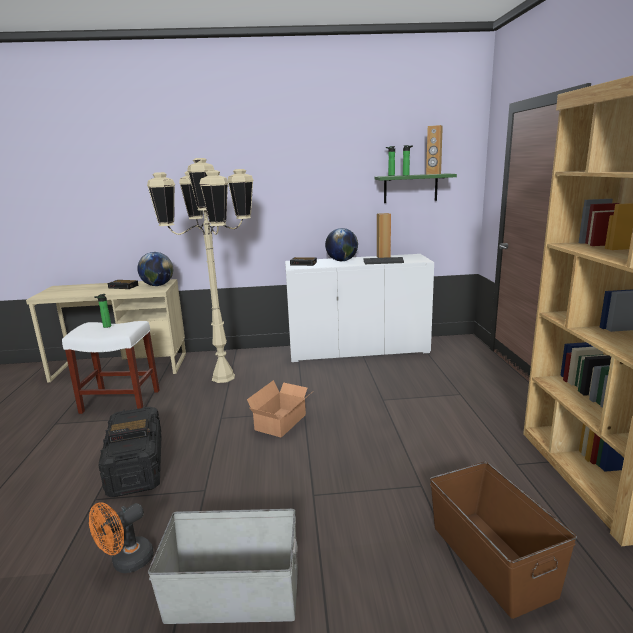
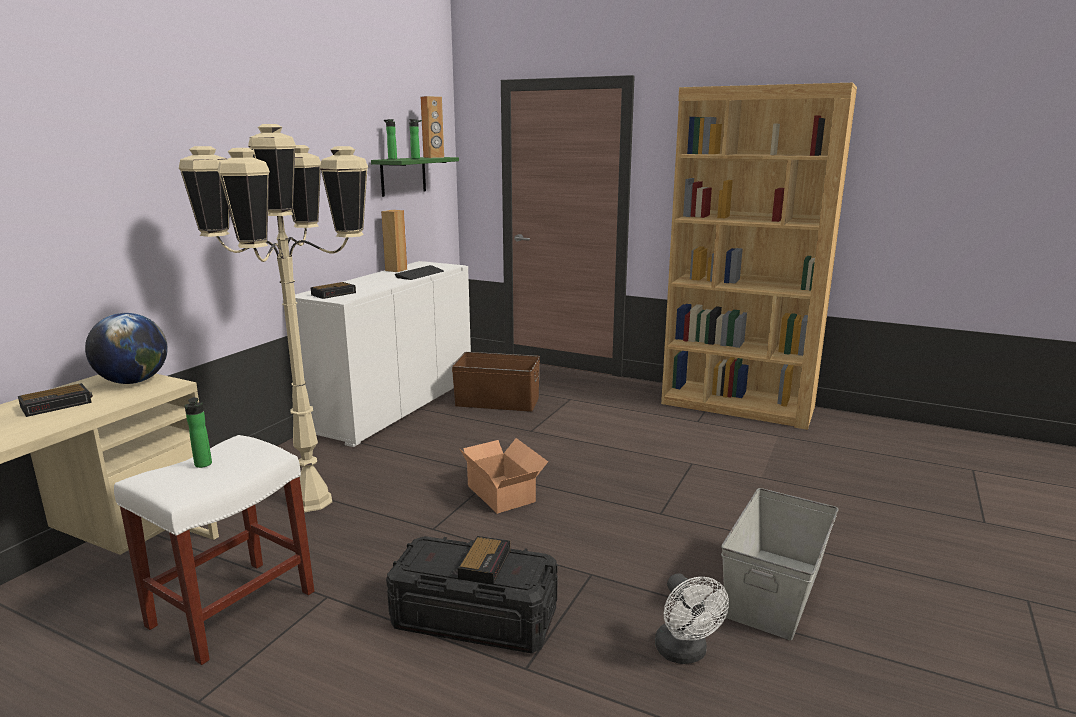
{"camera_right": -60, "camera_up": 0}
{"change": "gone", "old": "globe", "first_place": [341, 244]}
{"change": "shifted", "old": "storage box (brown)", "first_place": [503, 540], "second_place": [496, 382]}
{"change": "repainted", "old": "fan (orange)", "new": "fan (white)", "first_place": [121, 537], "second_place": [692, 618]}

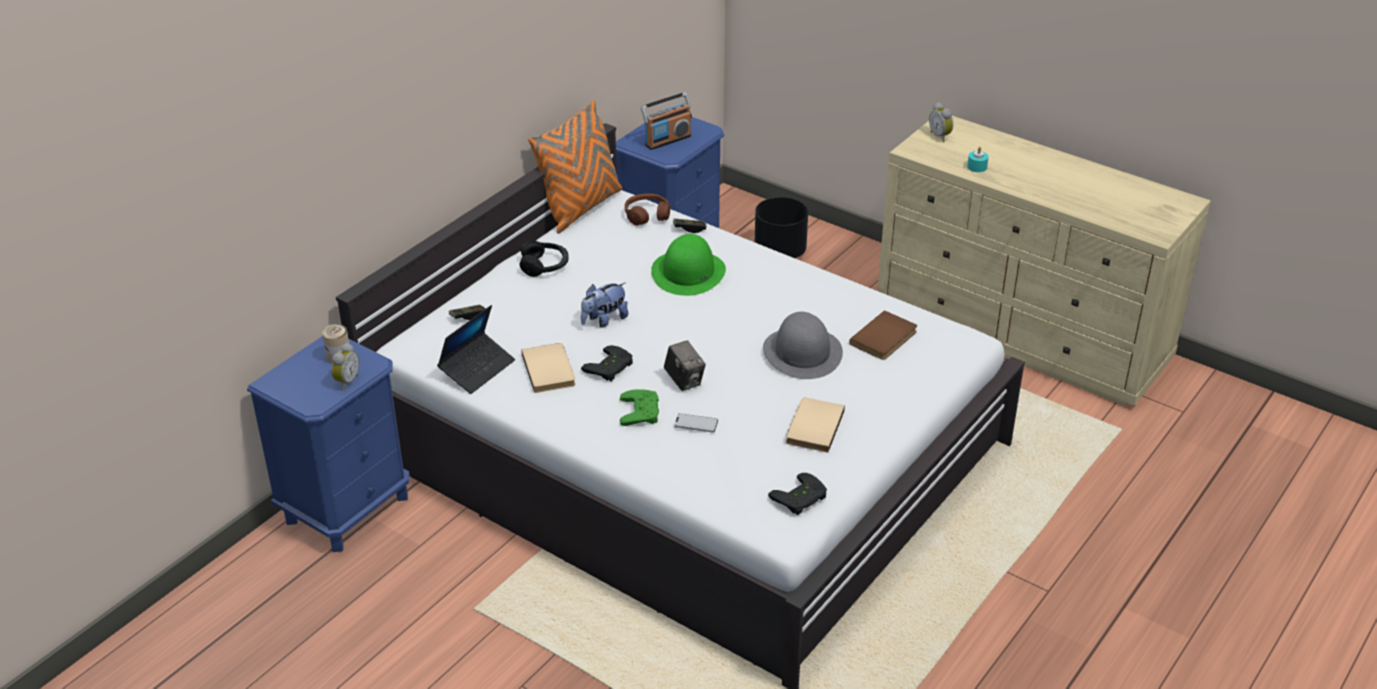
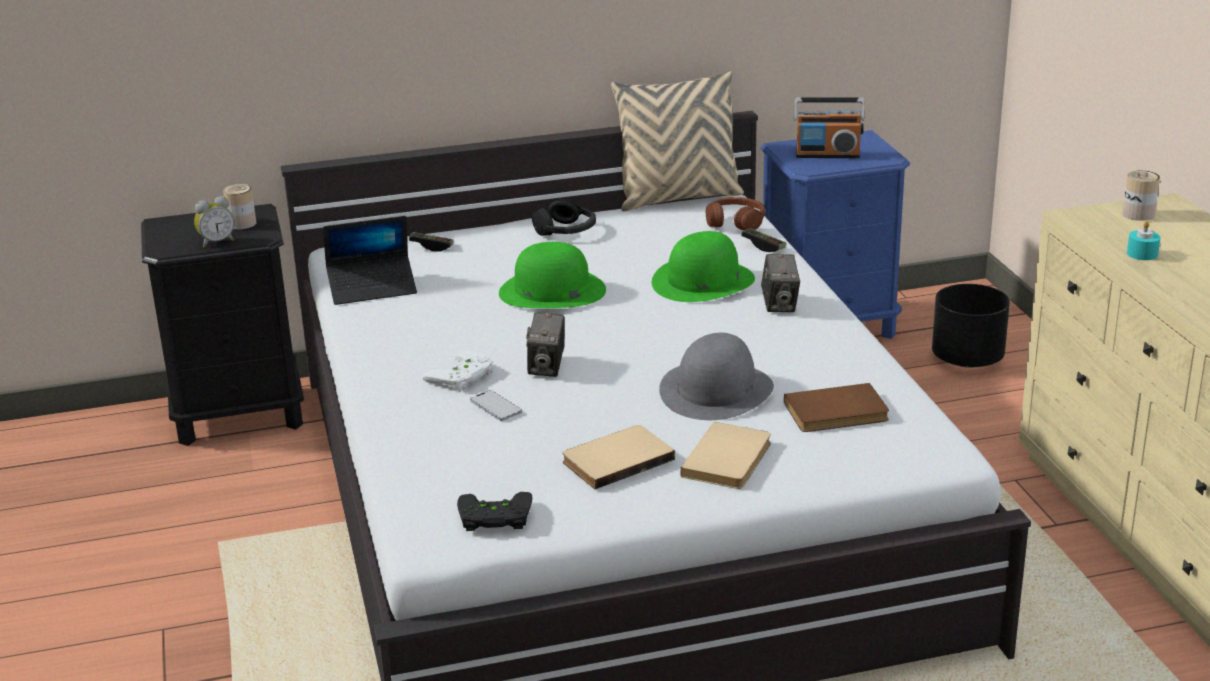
{"camera_right": 40, "camera_up": -10}
{"change": "repainted", "old": "pillow (orange)", "new": "pillow (beige)", "first_place": [575, 167], "second_place": [677, 141]}
{"change": "swapped", "old": "alarm clock", "new": "can", "first_place": [941, 122], "second_place": [1141, 195]}
{"change": "swapped", "old": "plush toy", "new": "hat (green)", "first_place": [604, 305], "second_place": [552, 275]}
{"change": "repainted", "old": "nightstand (blue)", "new": "nightstand (black)", "first_place": [328, 444], "second_place": [222, 325]}
{"change": "shifted", "old": "book (beige)", "first_place": [548, 368], "second_place": [725, 455]}
{"change": "gone", "old": "game controller (black)", "first_place": [607, 363]}
{"change": "repainted", "old": "game controller (green)", "new": "game controller (white)", "first_place": [639, 407], "second_place": [458, 371]}
{"change": "new", "new": "photo camera", "second_place": [780, 283]}

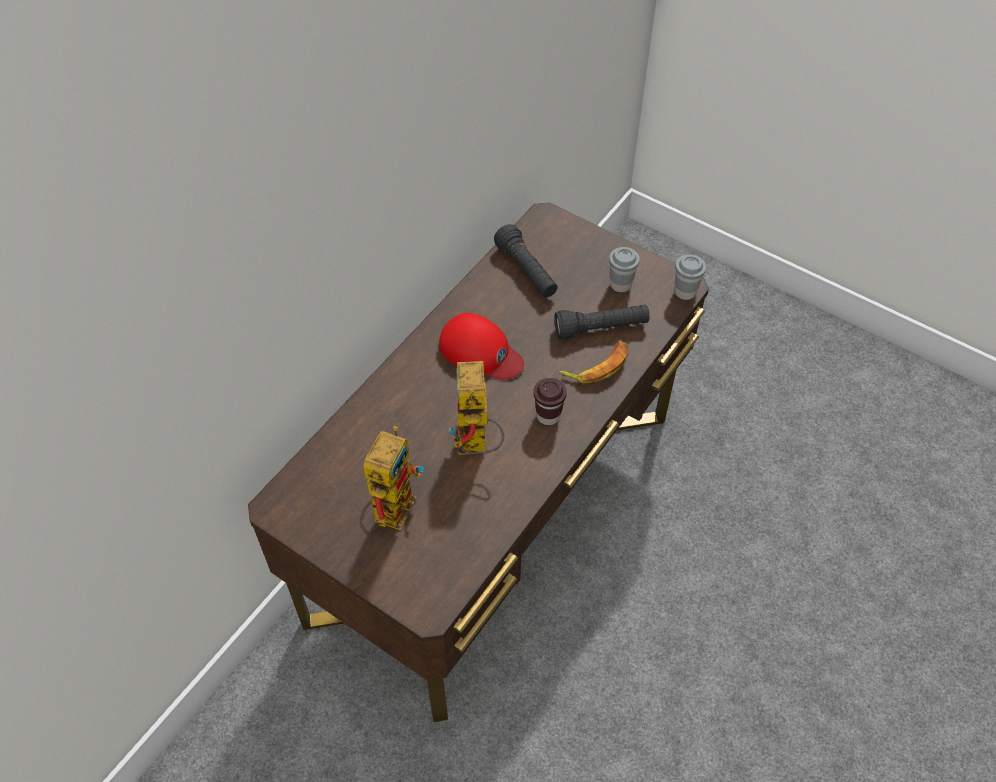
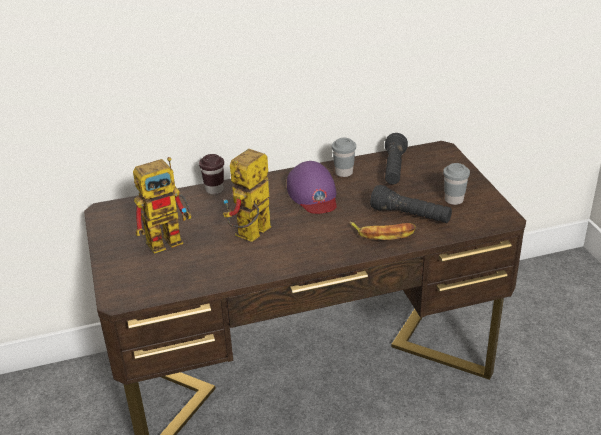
{"camera_right": 40, "camera_up": -20}
{"change": "shifted", "old": "cup (grey)", "first_place": [690, 277], "second_place": [344, 157]}
{"change": "repainted", "old": "cap (red)", "new": "cap (purple)", "first_place": [481, 346], "second_place": [312, 187]}
{"change": "shifted", "old": "cup (brown)", "first_place": [550, 401], "second_place": [211, 174]}

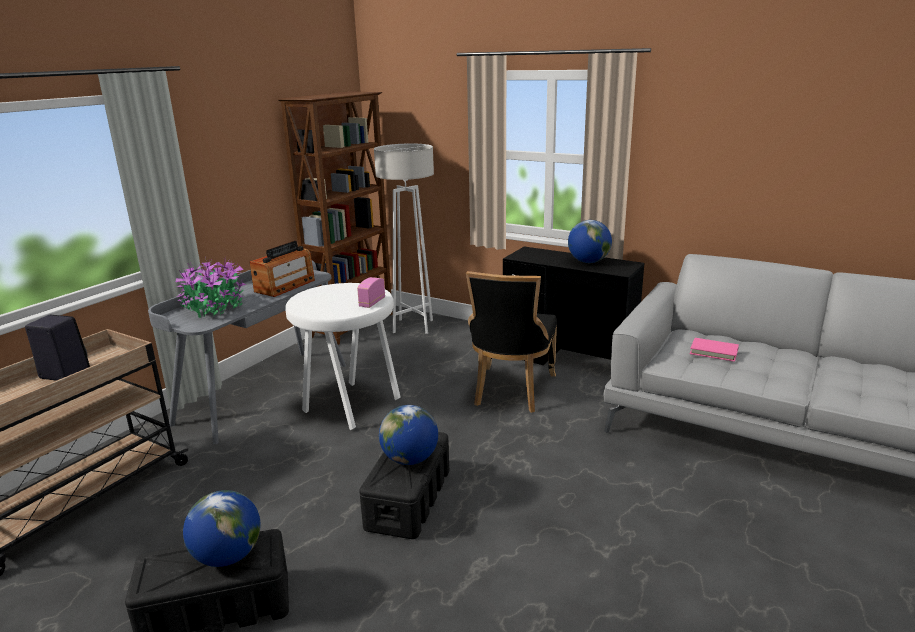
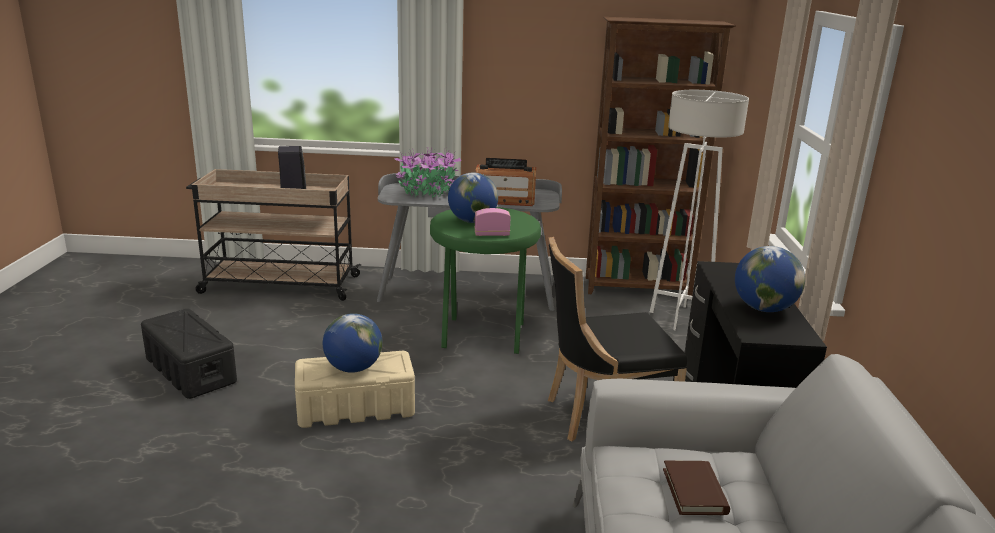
{"camera_right": 60, "camera_up": 0}
{"change": "repainted", "old": "stool (white)", "new": "stool (green)", "first_place": [343, 356], "second_place": [485, 280]}
{"change": "repainted", "old": "book (pink)", "new": "book (brown)", "first_place": [714, 350], "second_place": [696, 487]}
{"change": "repainted", "old": "storage box (black)", "new": "storage box (beige)", "first_place": [404, 485], "second_place": [355, 389]}
{"change": "shifted", "old": "globe", "first_place": [222, 528], "second_place": [473, 197]}

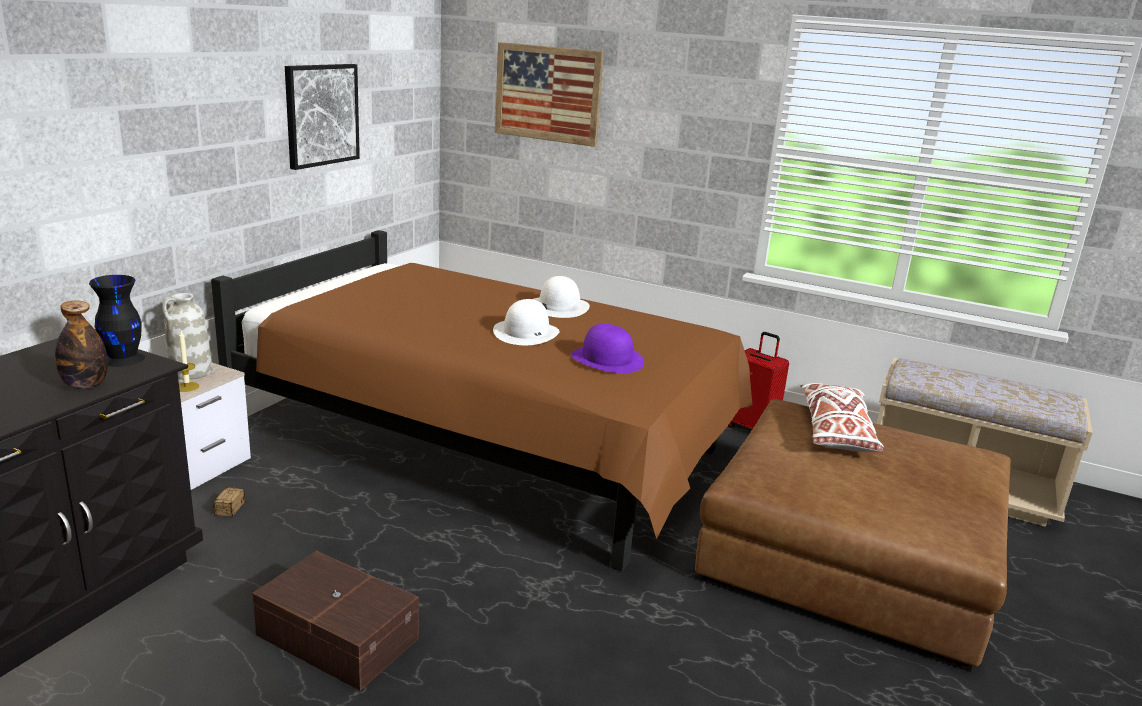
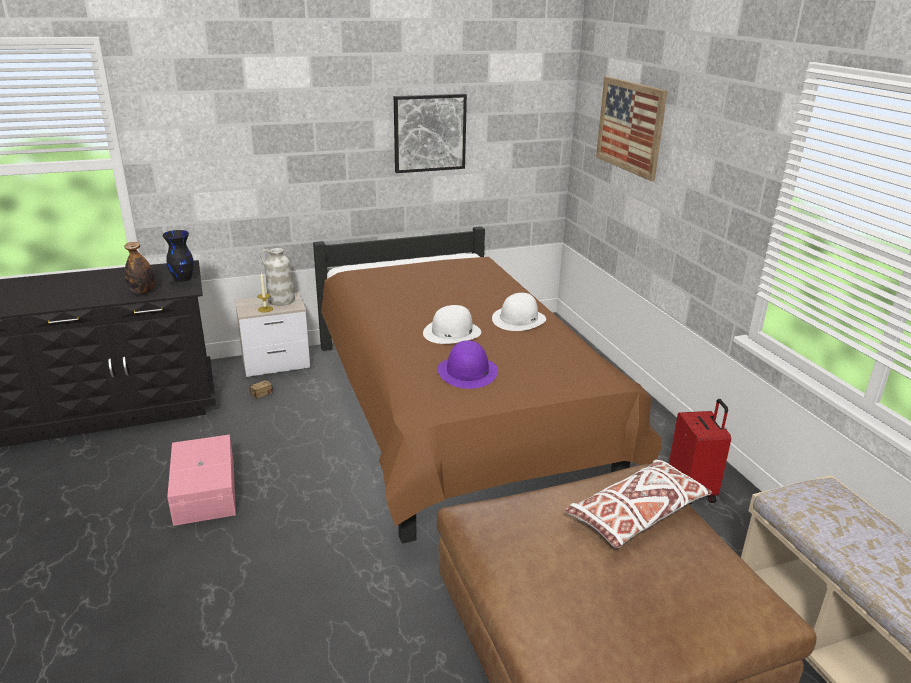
{"camera_right": 45, "camera_up": 5}
{"change": "repainted", "old": "storage box (brown)", "new": "storage box (pink)", "first_place": [335, 621], "second_place": [201, 480]}

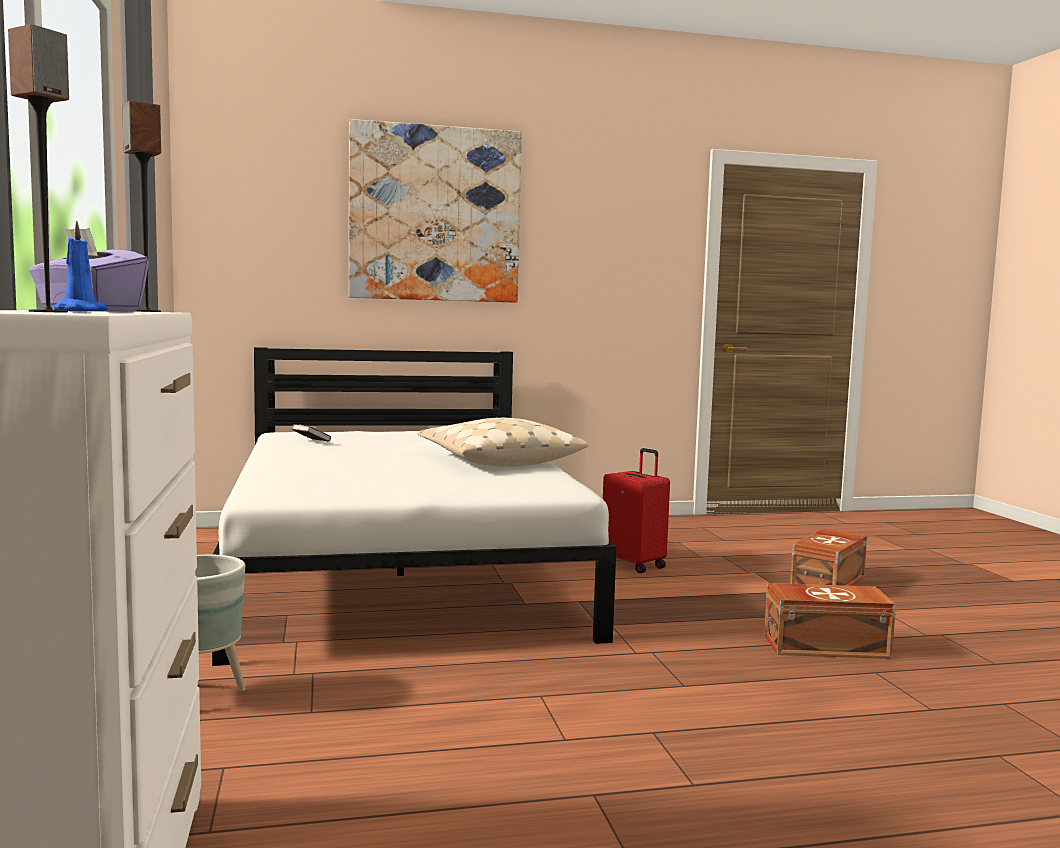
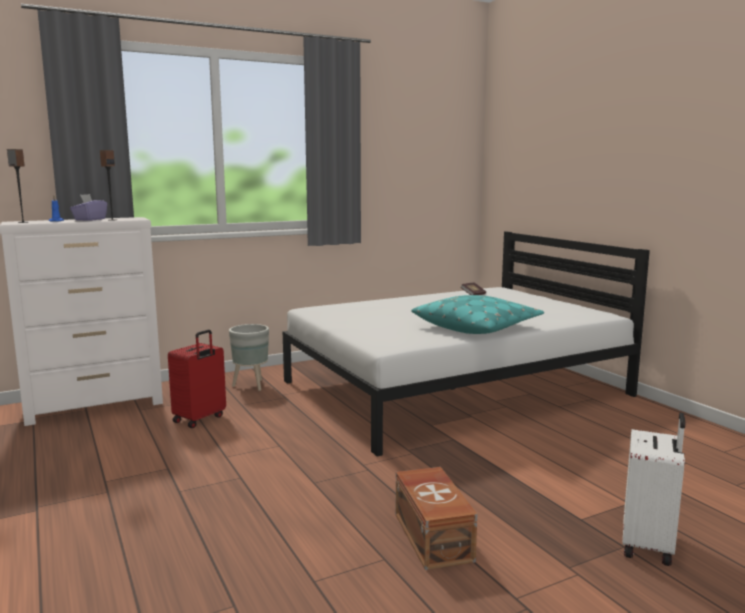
{"camera_right": 75, "camera_up": 5}
{"change": "gone", "old": "picture", "first_place": [435, 211]}
{"change": "repainted", "old": "pillow (beige)", "new": "pillow (turquoise)", "first_place": [503, 442], "second_place": [477, 314]}
{"change": "shifted", "old": "suitcase (red)", "first_place": [636, 510], "second_place": [197, 379]}
{"change": "swapped", "old": "storage box (brown)", "new": "suitcase (white)", "first_place": [828, 557], "second_place": [653, 489]}

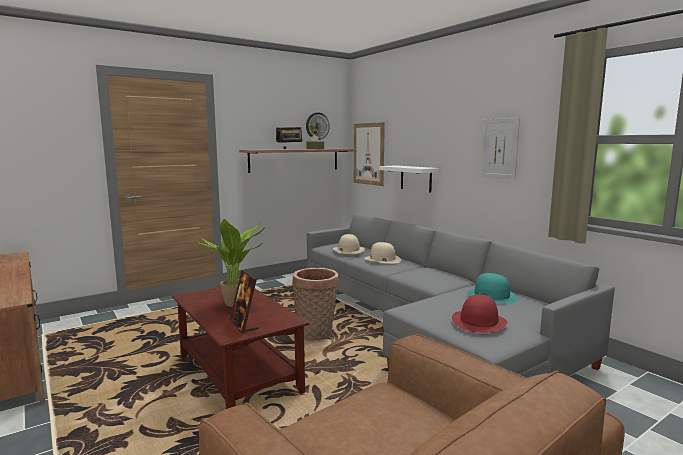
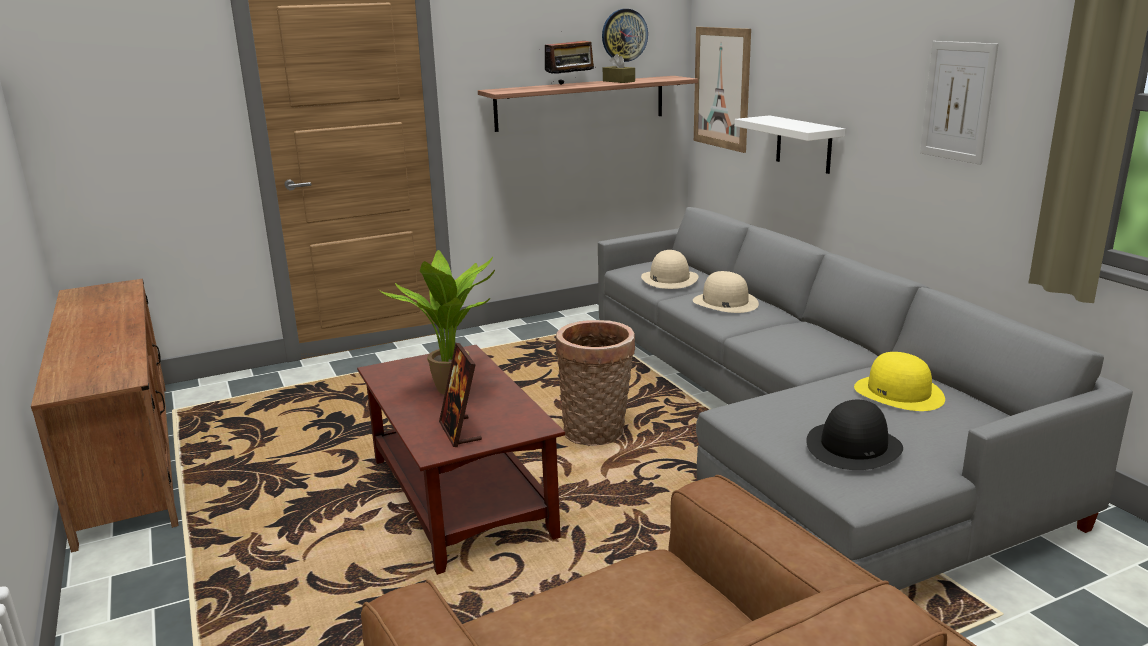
{"camera_right": 10, "camera_up": 10}
{"change": "repainted", "old": "hat (turquoise)", "new": "hat (yellow)", "first_place": [492, 288], "second_place": [899, 381]}
{"change": "repainted", "old": "hat (red)", "new": "hat (black)", "first_place": [479, 313], "second_place": [854, 435]}

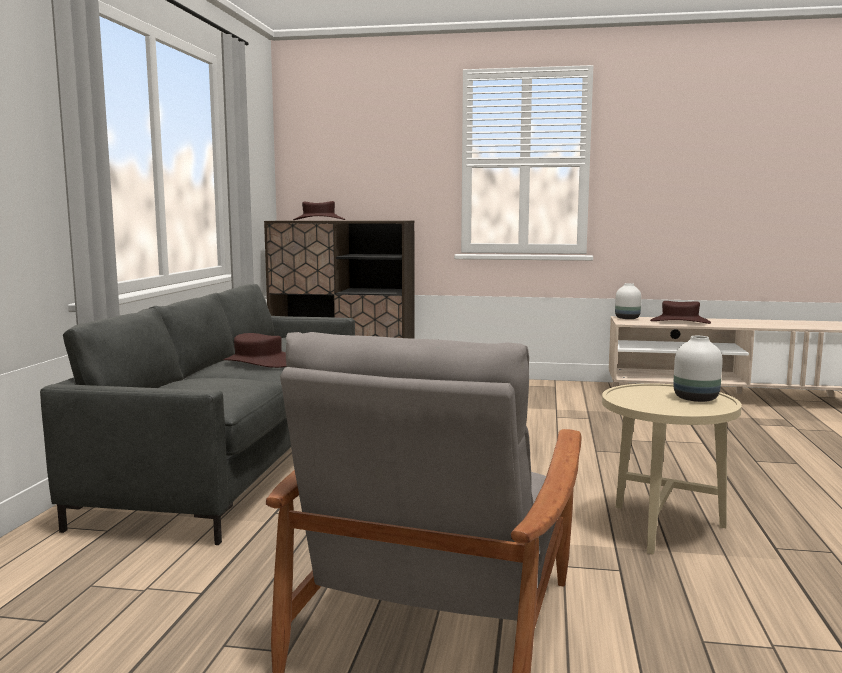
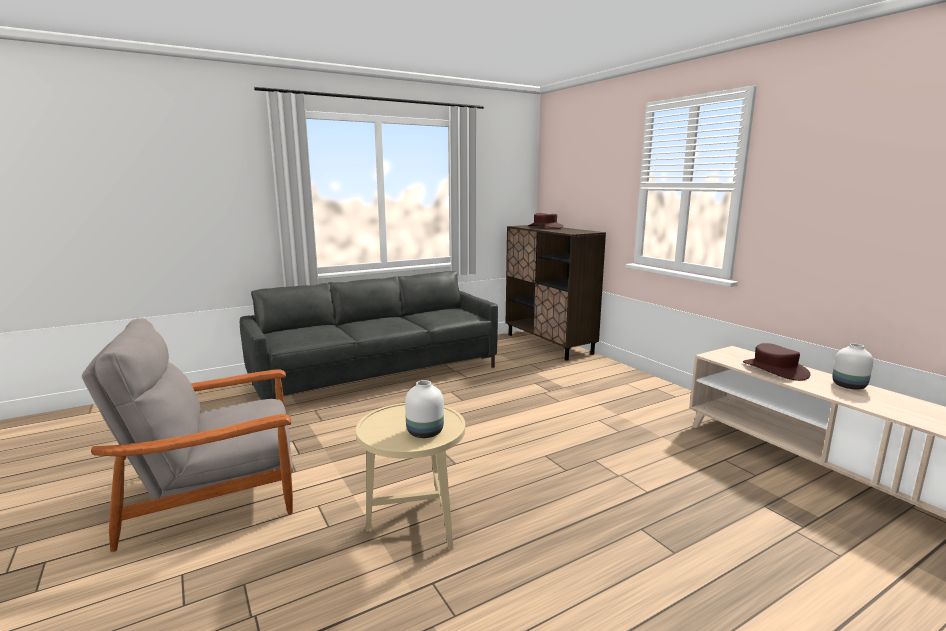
{"camera_right": 50, "camera_up": 5}
{"change": "shifted", "old": "vase (white)", "first_place": [628, 301], "second_place": [852, 367]}
{"change": "gone", "old": "hat (brown)", "first_place": [255, 350]}

